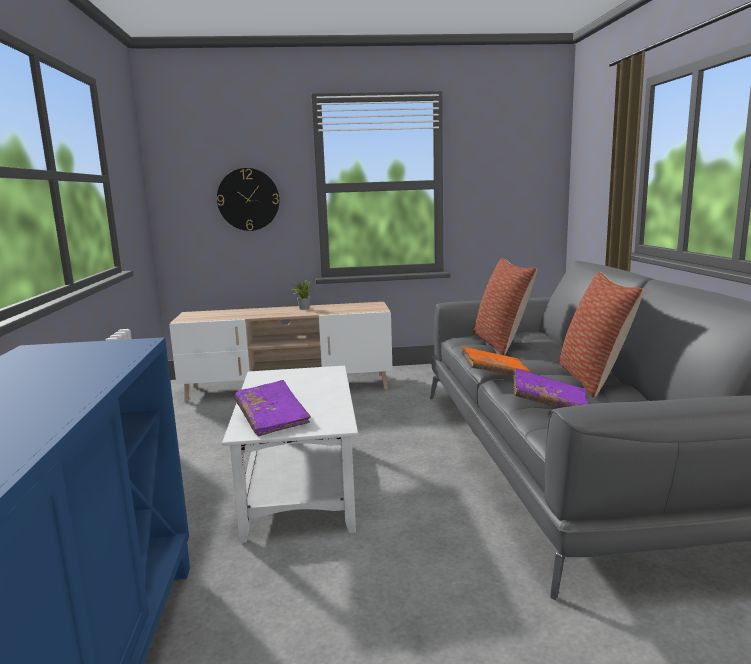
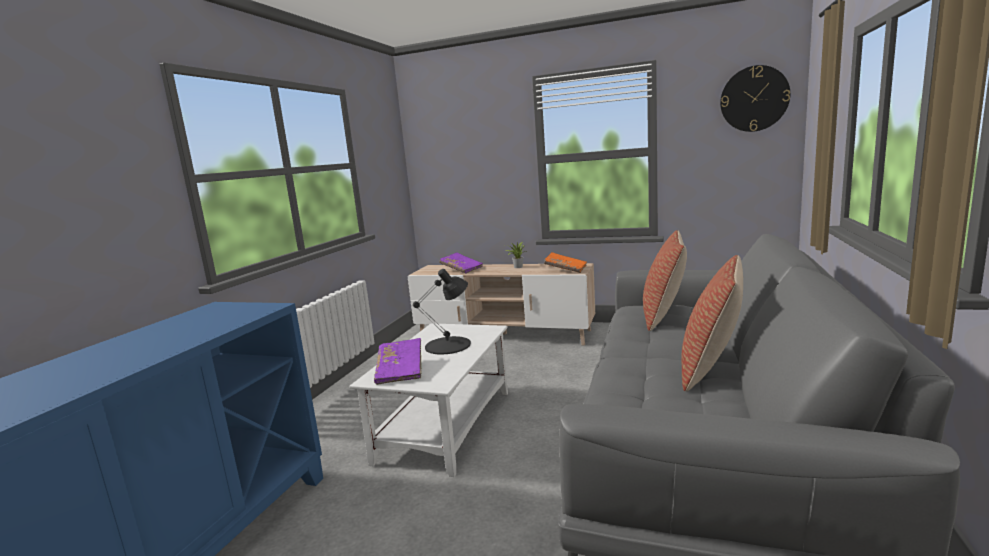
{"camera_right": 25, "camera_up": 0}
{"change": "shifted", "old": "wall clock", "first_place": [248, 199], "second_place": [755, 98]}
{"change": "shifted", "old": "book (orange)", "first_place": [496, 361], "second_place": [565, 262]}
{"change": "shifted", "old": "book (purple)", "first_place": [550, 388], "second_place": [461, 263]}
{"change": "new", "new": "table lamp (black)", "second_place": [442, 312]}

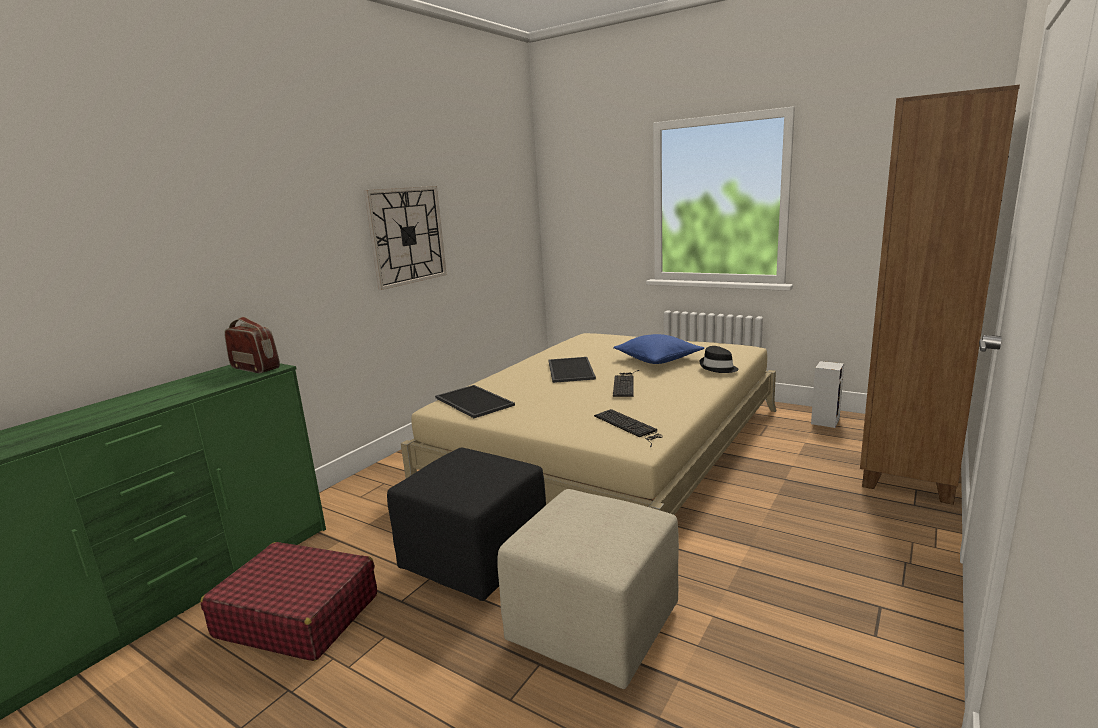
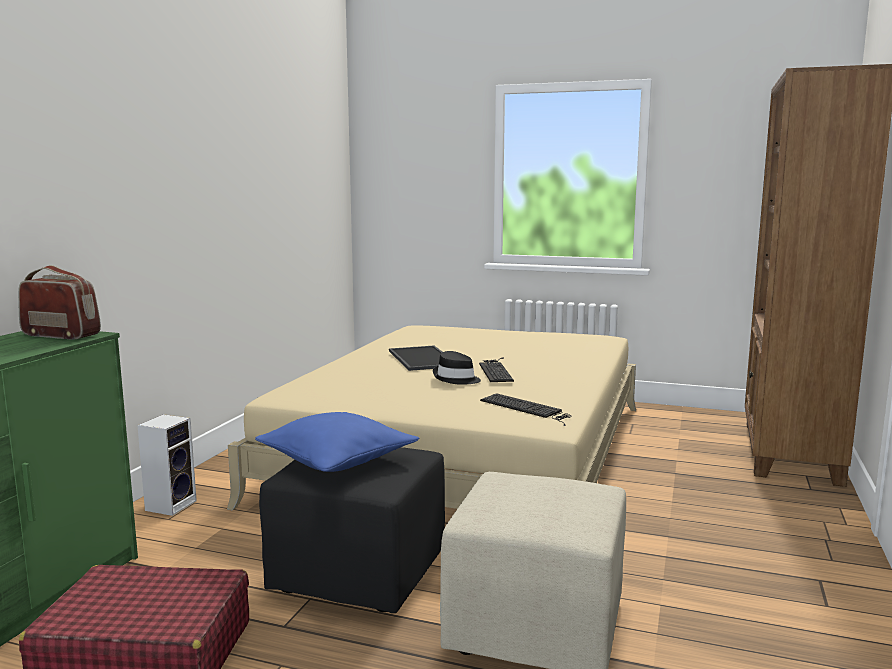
{"camera_right": -15, "camera_up": -5}
{"change": "gone", "old": "wall clock", "first_place": [405, 238]}
{"change": "shifted", "old": "pillow (blue)", "first_place": [658, 349], "second_place": [337, 442]}
{"change": "shifted", "old": "hat (black)", "first_place": [718, 359], "second_place": [457, 368]}
{"change": "shifted", "old": "speaker", "first_place": [827, 394], "second_place": [167, 465]}
{"change": "gone", "old": "tray", "first_place": [475, 401]}

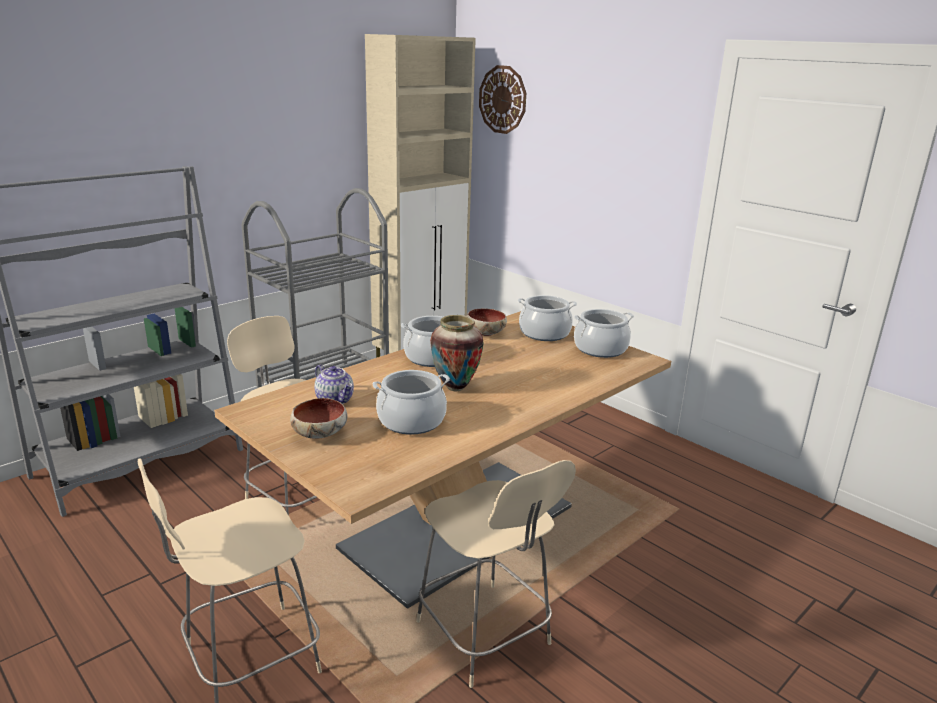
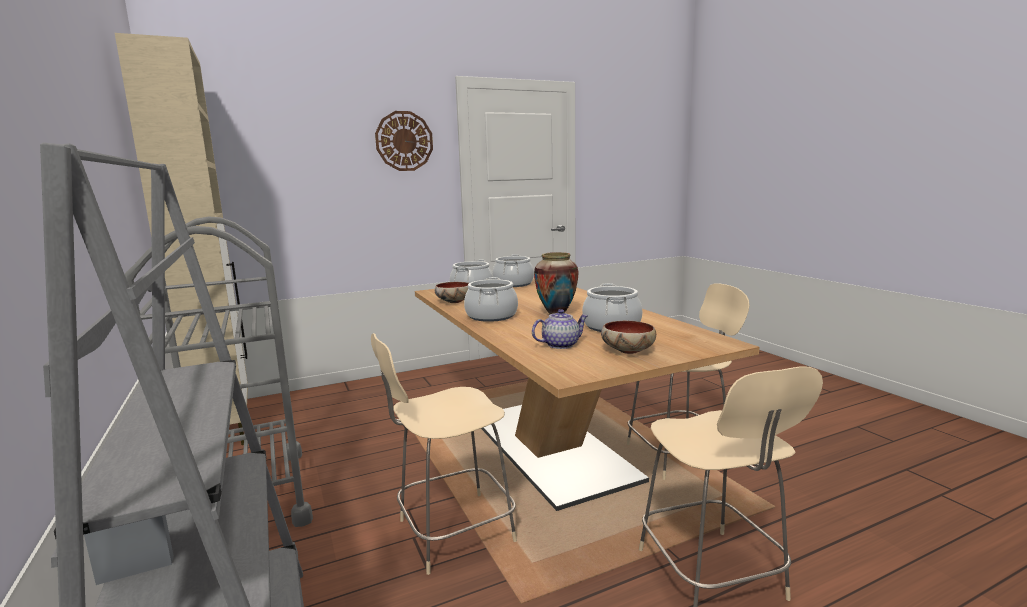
{"camera_right": -70, "camera_up": -10}
{"change": "shifted", "old": "wall clock", "first_place": [502, 99], "second_place": [404, 141]}

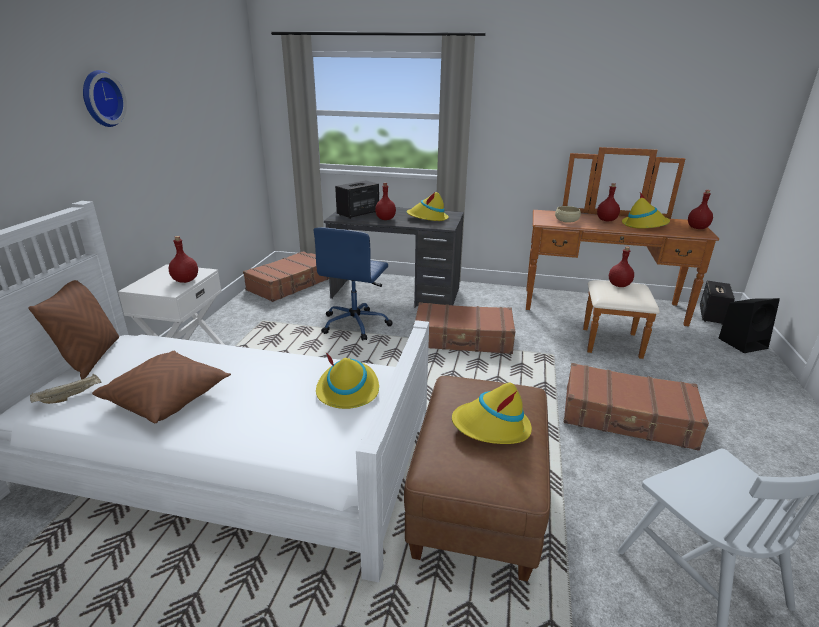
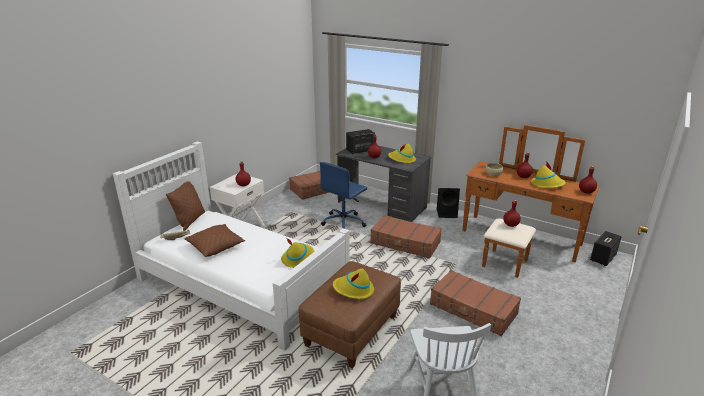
{"camera_right": 20, "camera_up": 0}
{"change": "gone", "old": "wall clock", "first_place": [105, 98]}
{"change": "shifted", "old": "speaker (black)", "first_place": [749, 325], "second_place": [448, 203]}

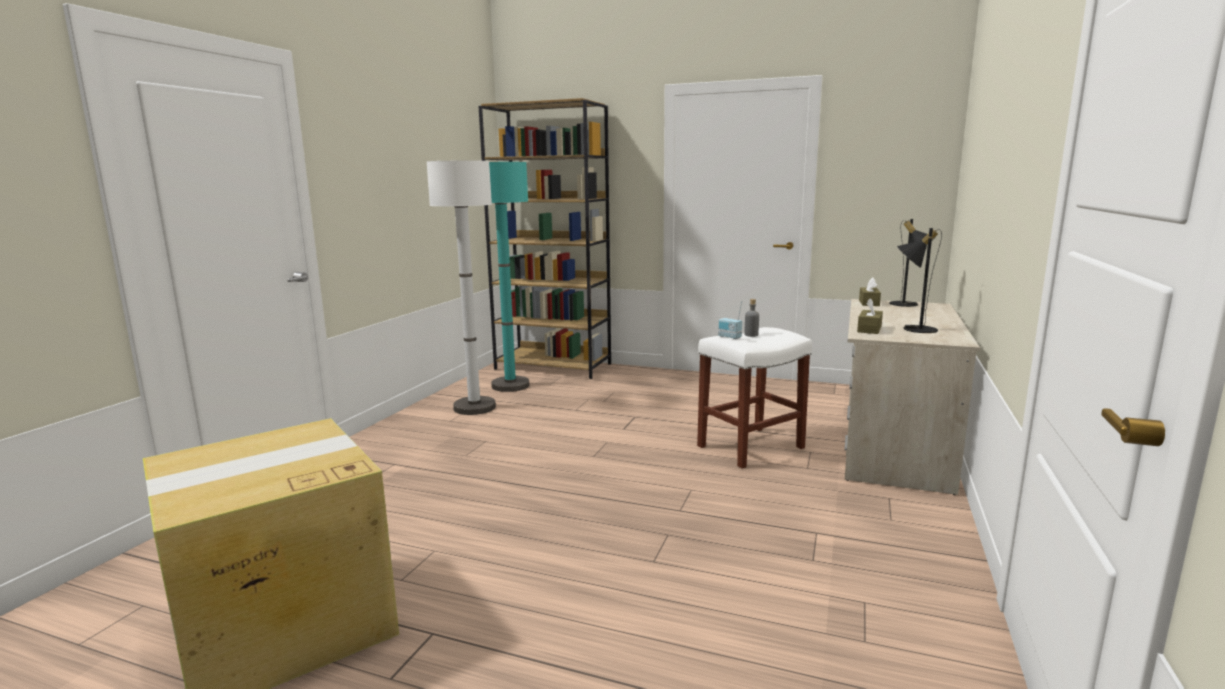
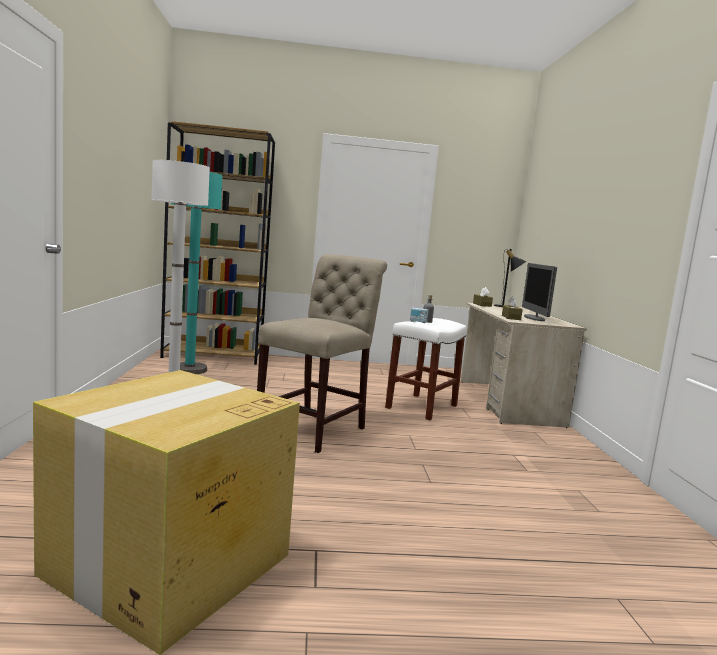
{"camera_right": -25, "camera_up": -5}
{"change": "swapped", "old": "table lamp (black)", "new": "monitor", "first_place": [919, 280], "second_place": [539, 292]}
{"change": "new", "new": "chair (beige)", "second_place": [322, 353]}

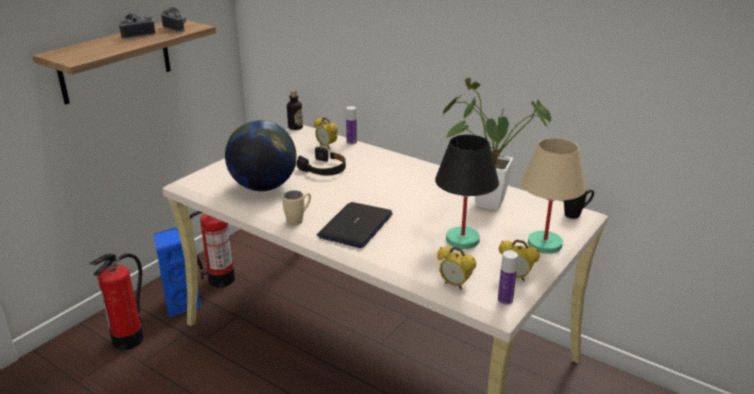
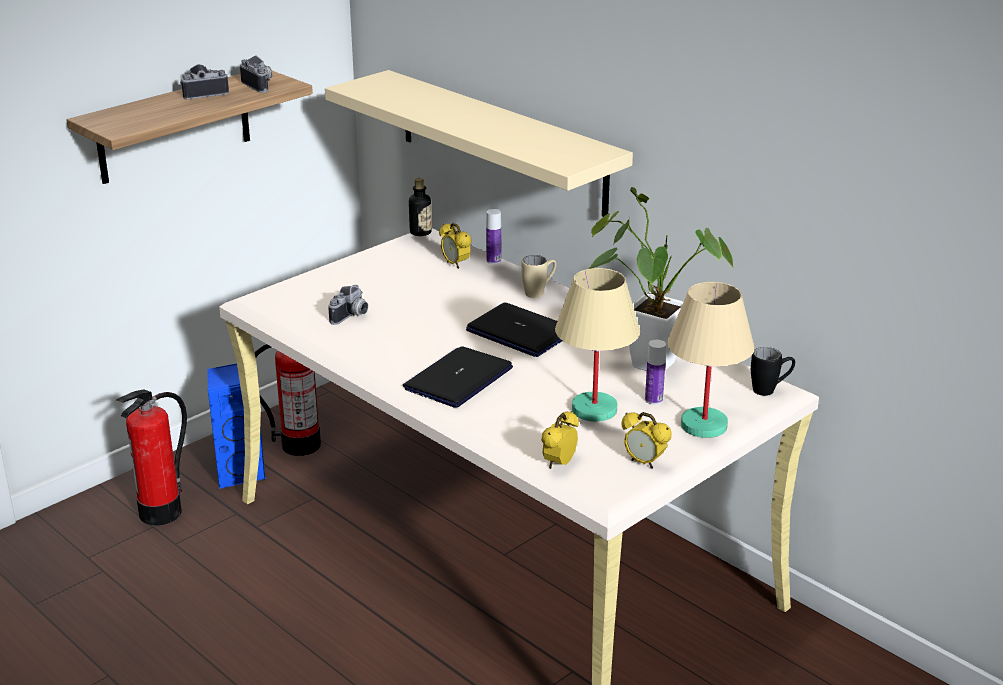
{"camera_right": 10, "camera_up": 0}
{"change": "swapped", "old": "globe", "new": "photo camera", "first_place": [260, 155], "second_place": [348, 305]}
{"change": "repainted", "old": "table lamp (black)", "new": "table lamp (beige)", "first_place": [467, 192], "second_place": [597, 345]}
{"change": "gone", "old": "headphones (black)", "first_place": [321, 161]}
{"change": "shifted", "old": "mug (beige)", "first_place": [296, 208], "second_place": [538, 276]}
{"change": "rotated", "old": "alarm clock", "first_place": [456, 268], "second_place": [560, 440], "degrees": 75}
{"change": "shifted", "old": "bottle", "first_place": [508, 277], "second_place": [655, 372]}
{"change": "new", "new": "shelf (beige)", "second_place": [479, 143]}
{"change": "new", "new": "laptop", "second_place": [514, 330]}

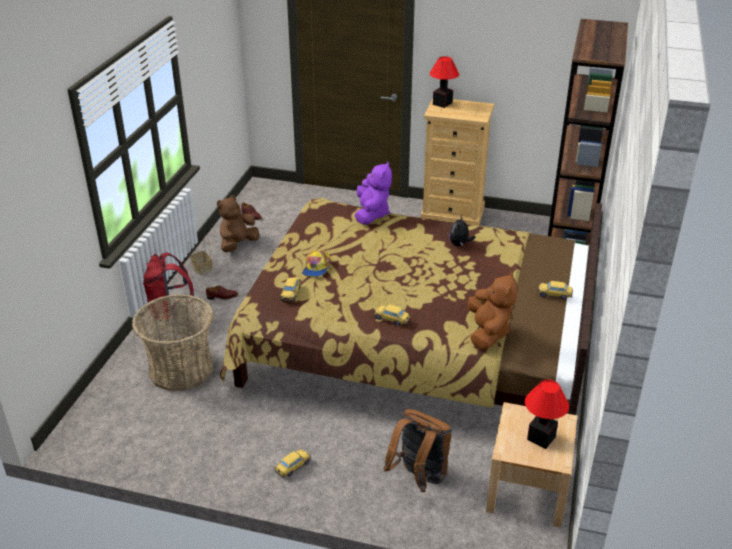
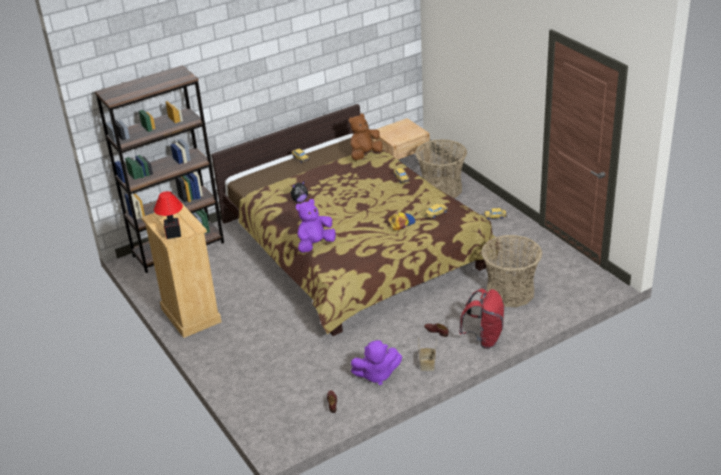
{"camera_right": -135, "camera_up": 0}
{"change": "repainted", "old": "plush toy (brown)", "new": "plush toy (purple)", "first_place": [238, 223], "second_place": [376, 362]}
{"change": "gone", "old": "table lamp", "first_place": [547, 414]}
{"change": "swapped", "old": "backpack (brown)", "new": "basket", "first_place": [417, 450], "second_place": [441, 168]}

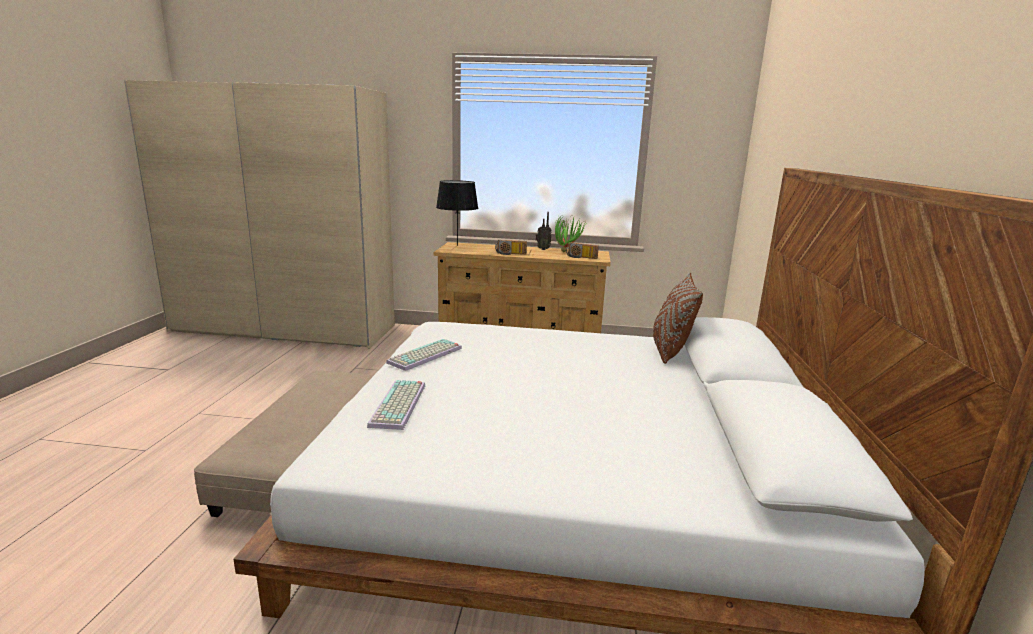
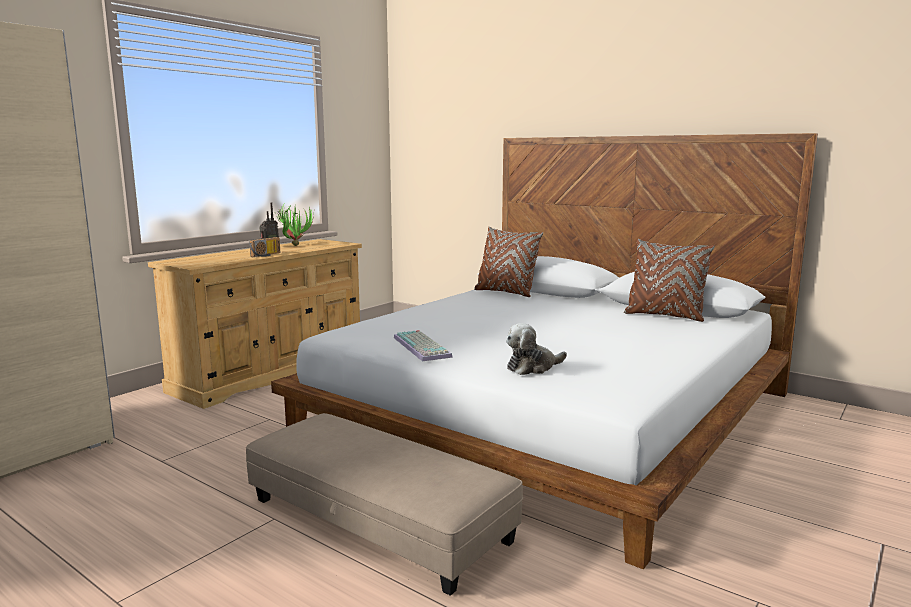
{"camera_right": -60, "camera_up": -5}
{"change": "gone", "old": "table lamp (black)", "first_place": [457, 213]}
{"change": "gone", "old": "radio", "first_place": [582, 251]}
{"change": "swapped", "old": "keyboard", "new": "plush toy", "first_place": [396, 405], "second_place": [536, 349]}
{"change": "new", "new": "pillow (brown)", "second_place": [669, 280]}

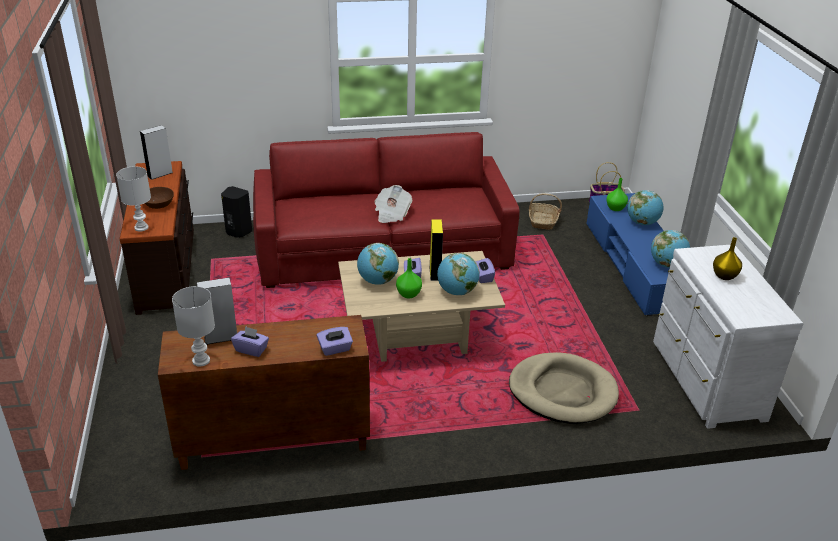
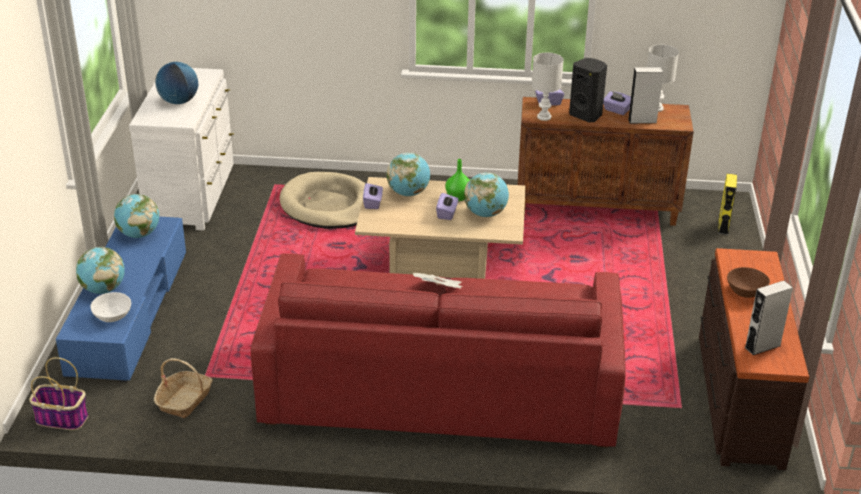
{"camera_right": -165, "camera_up": 0}
{"change": "shifted", "old": "table lamp (white)", "first_place": [133, 198], "second_place": [548, 87]}
{"change": "swapped", "old": "vase (green)", "new": "bowl (white)", "first_place": [617, 194], "second_place": [110, 307]}
{"change": "shifted", "old": "speaker (black)", "first_place": [236, 212], "second_place": [588, 90]}
{"change": "shifted", "old": "speaker (yellow)", "first_place": [436, 250], "second_place": [727, 204]}
{"change": "swapped", "old": "vase (yellow)", "new": "globe", "first_place": [727, 258], "second_place": [176, 83]}

